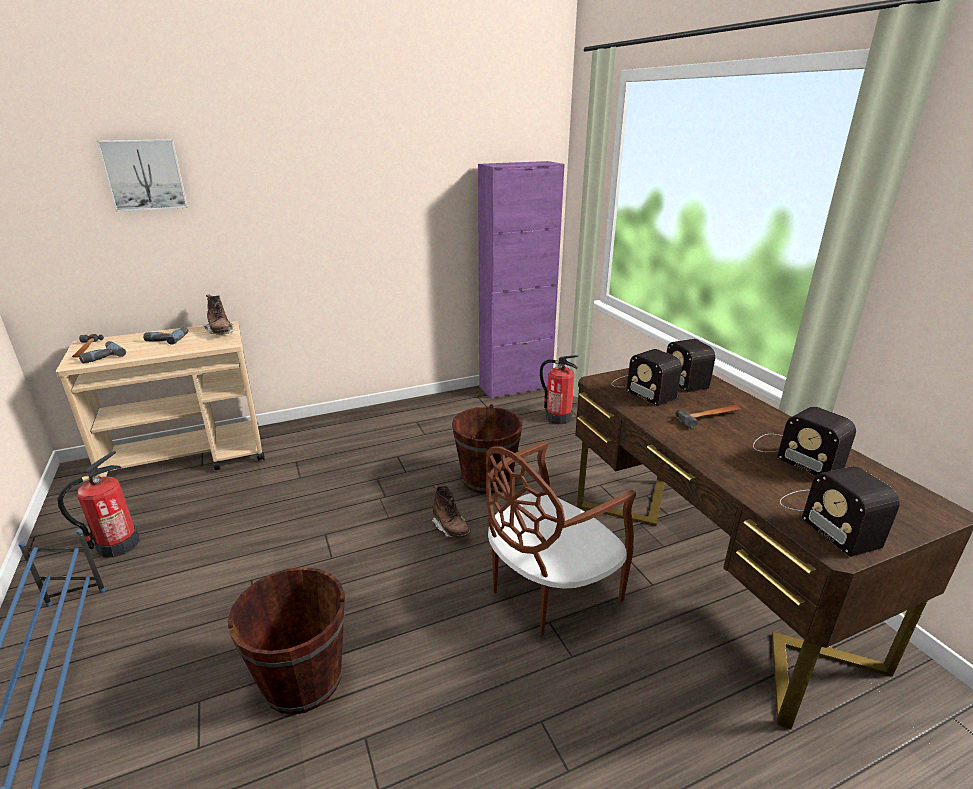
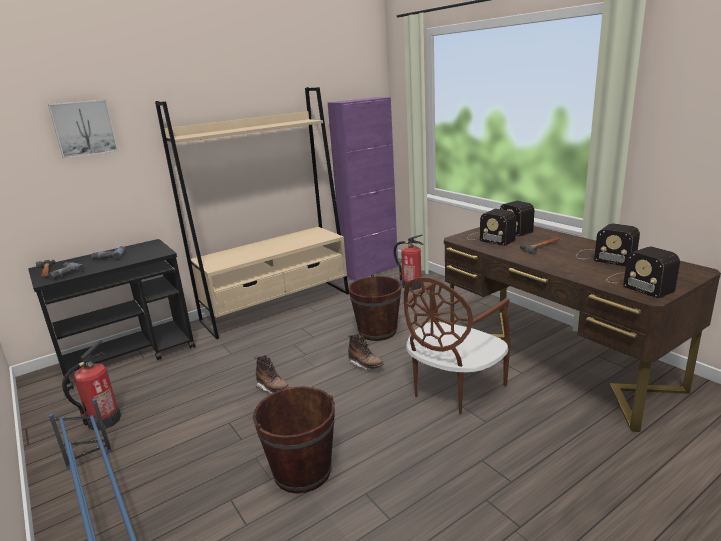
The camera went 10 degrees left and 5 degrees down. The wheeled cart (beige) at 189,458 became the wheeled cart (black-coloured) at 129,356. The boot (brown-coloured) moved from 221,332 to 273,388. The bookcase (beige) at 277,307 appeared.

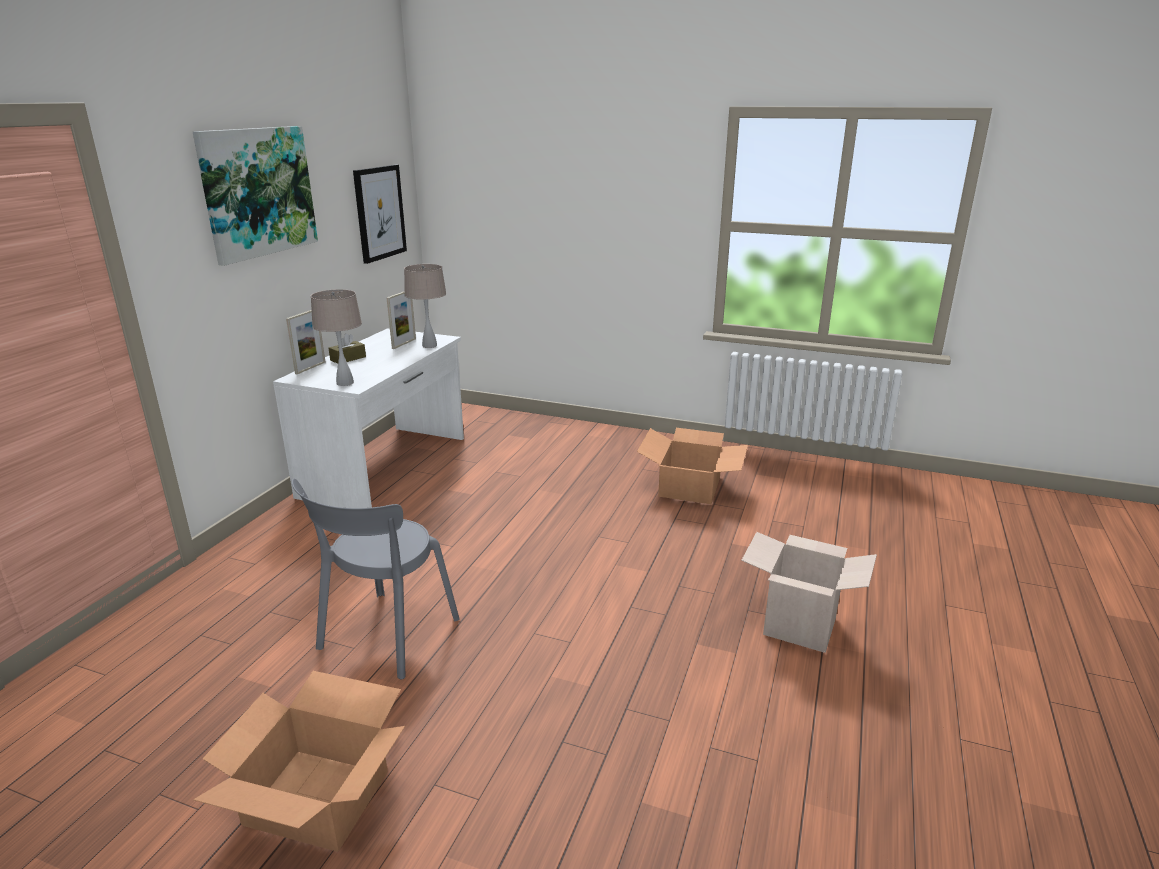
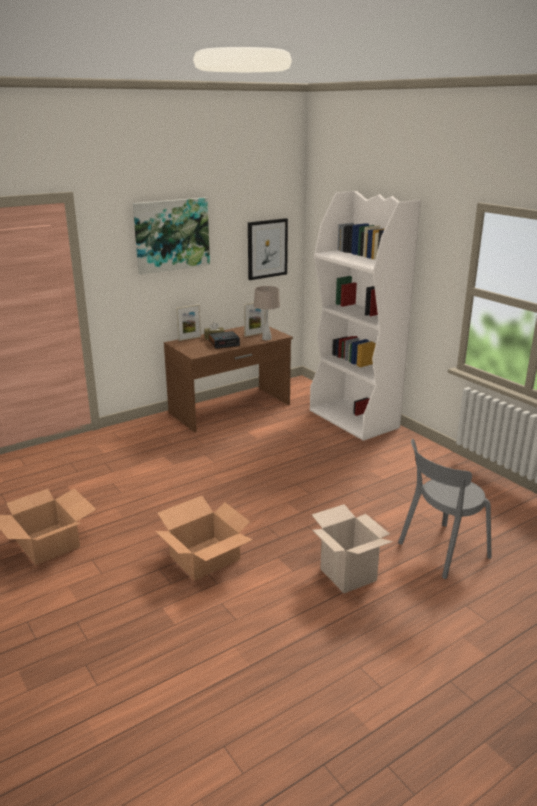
The camera went 35 degrees right and 0 degrees up. The desk table (white-coloured) at 387,466 became the desk table (brown-coloured) at 230,408. The upright chair (greyish) moved from 385,637 to 440,551. The tabletop lamp (beige) at 345,383 disappeared. The carton moved from 690,487 to 205,558. The alarm clock at 224,343 appeared. The bookcase (white-coloured) at 354,419 appeared.

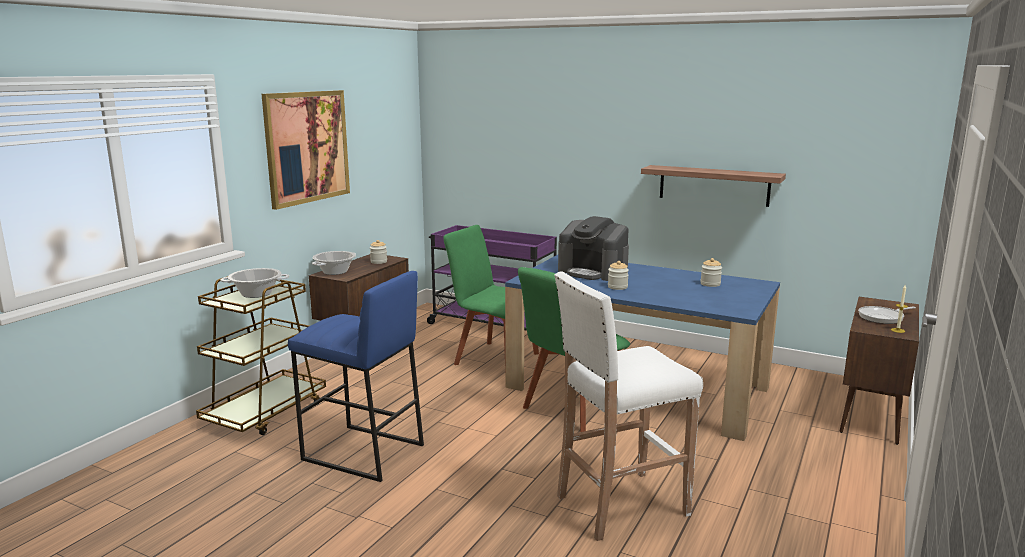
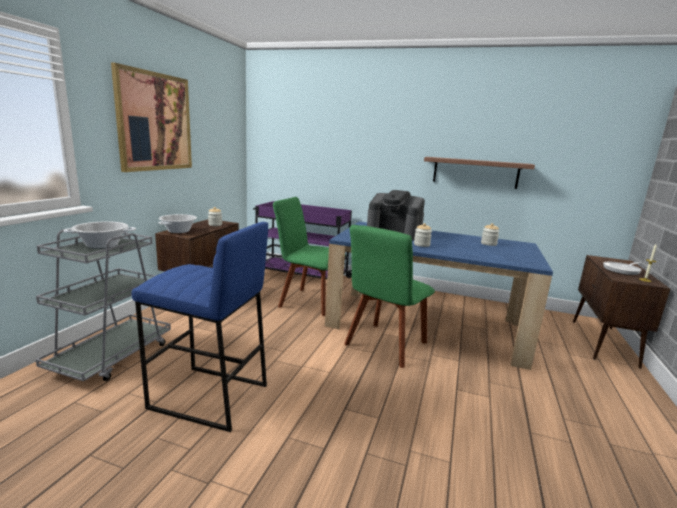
The camera went 10 degrees left and 0 degrees up. The wheeled cart (brown-coloured) at 266,413 became the wheeled cart (greyish) at 112,356. The sitting stool (white-coloured) at 619,506 disappeared.

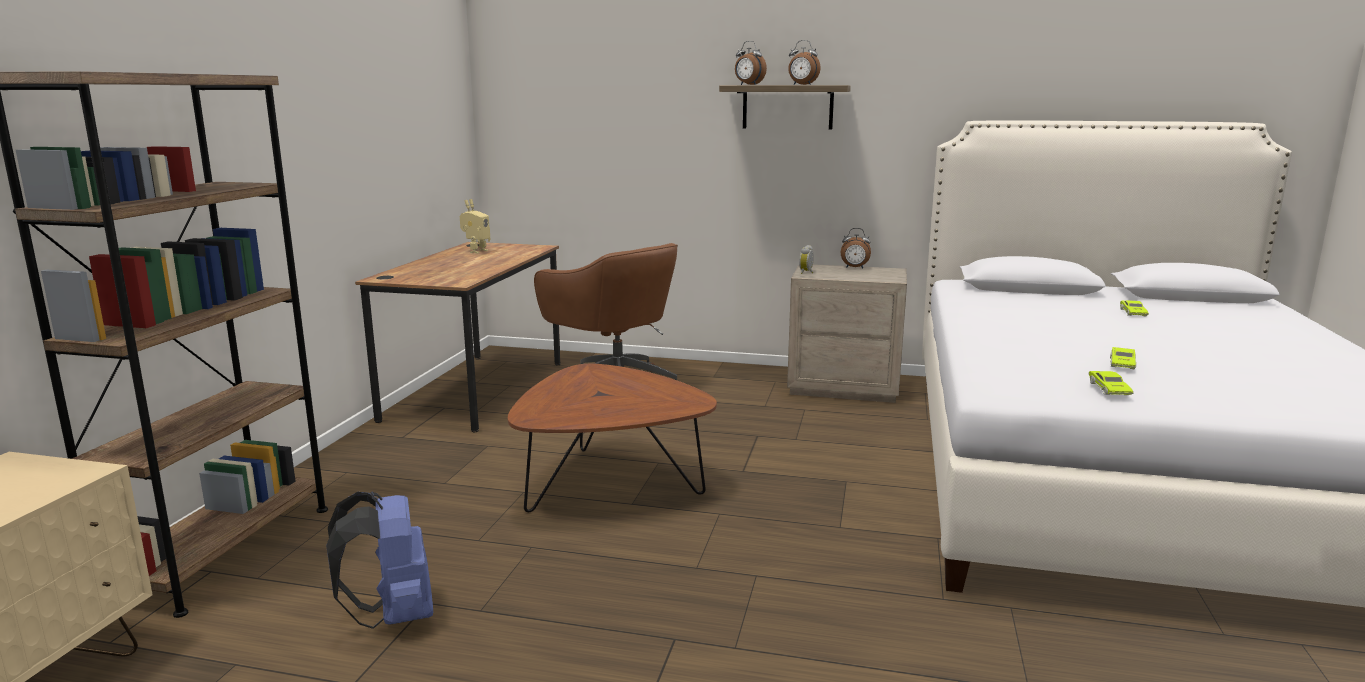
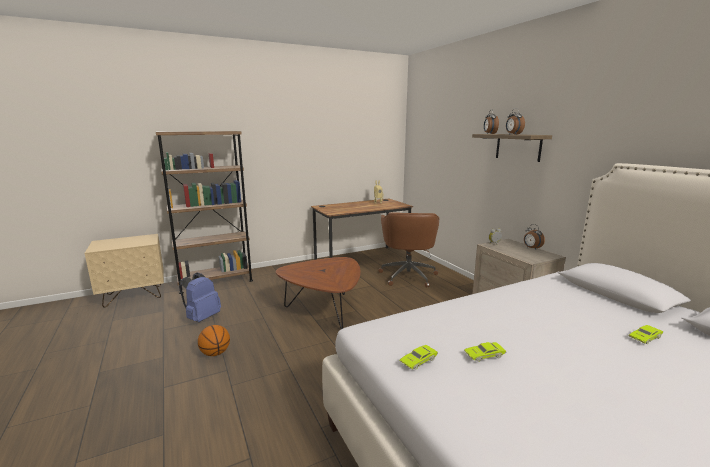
The camera went 50 degrees right and 0 degrees up. The ball for basketball at 215,353 appeared.

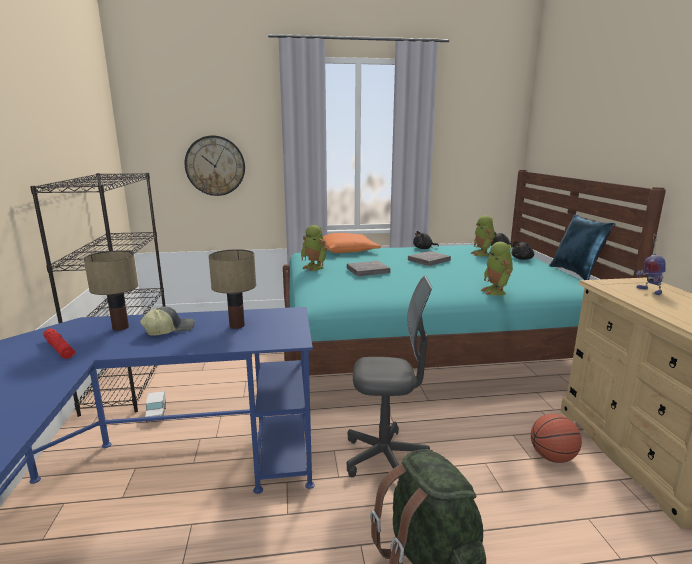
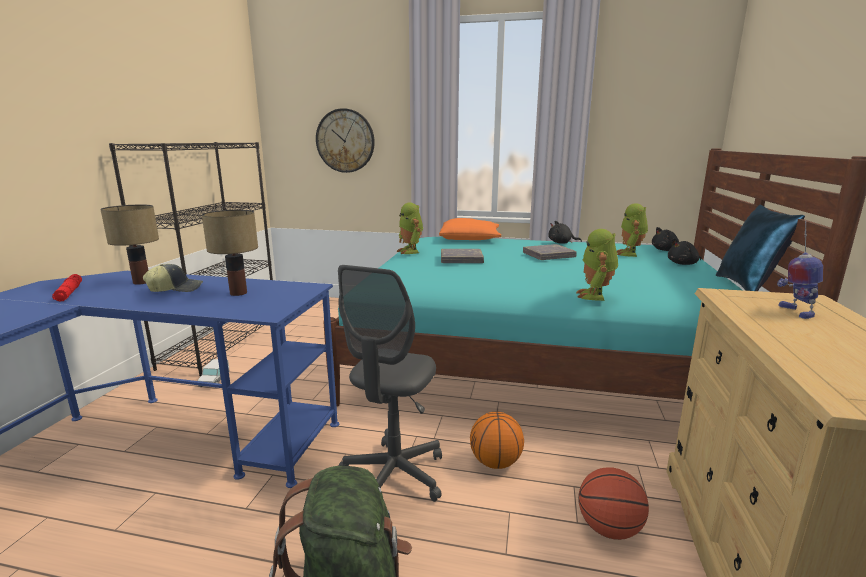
The camera went 20 degrees right and 0 degrees up. The desk chair (greyish) at 386,458 turned 90 degrees clockwise. The ball for basketball at 495,462 appeared.

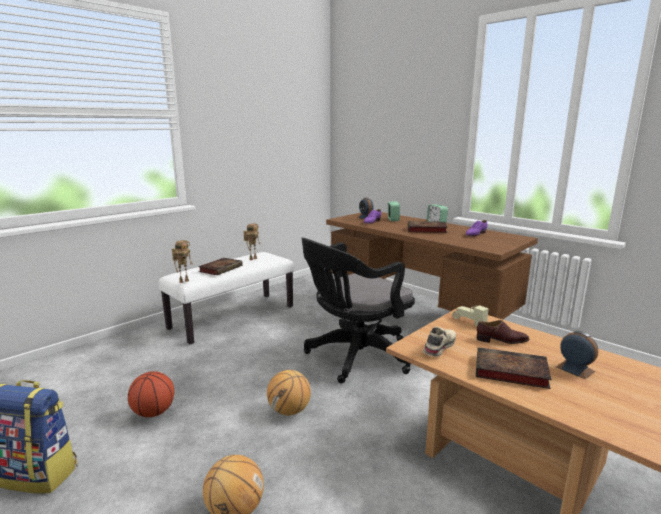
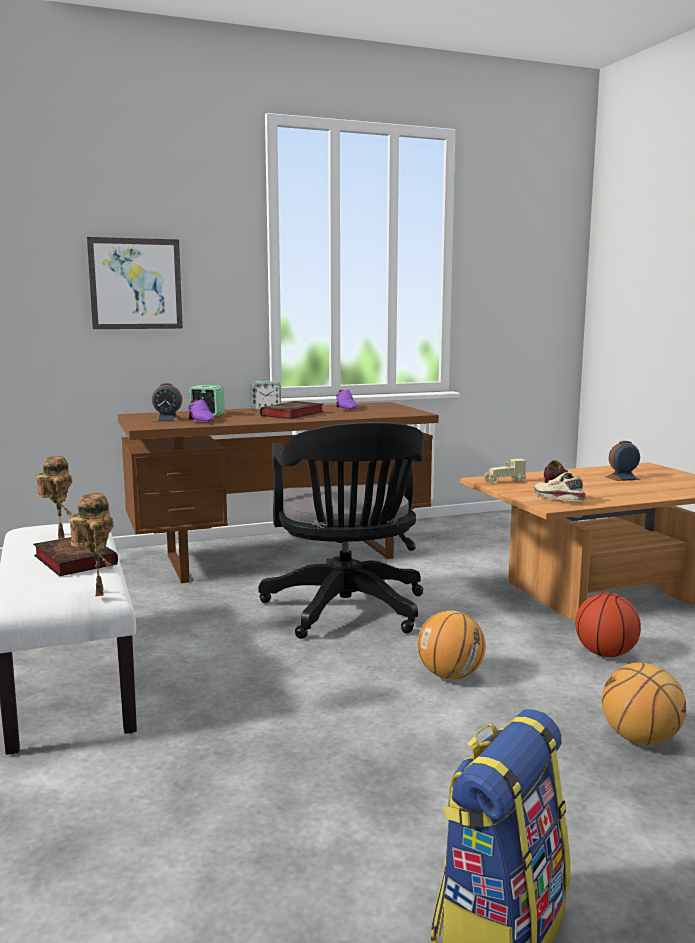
The camera went 65 degrees left and 5 degrees down. The ball for basketball moved from 154,413 to 605,654. The bound book at 508,371 disappeared. The wall art at 136,284 appeared.

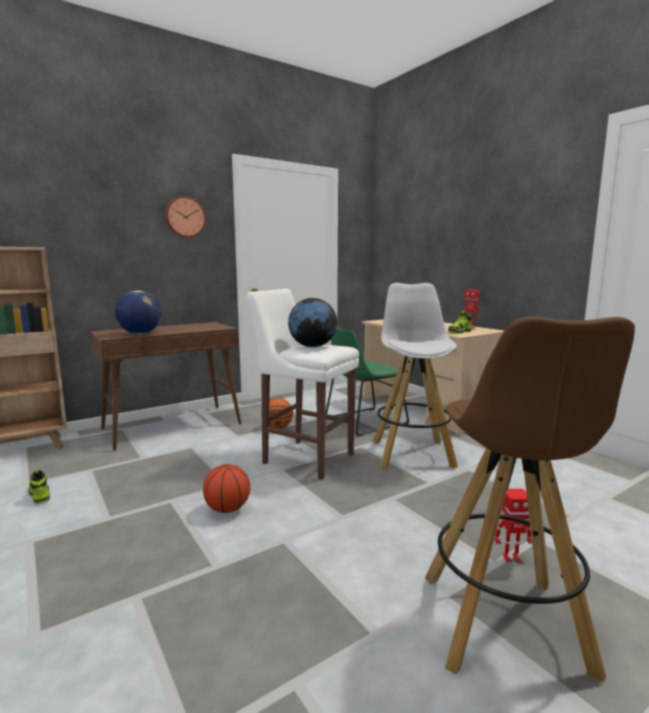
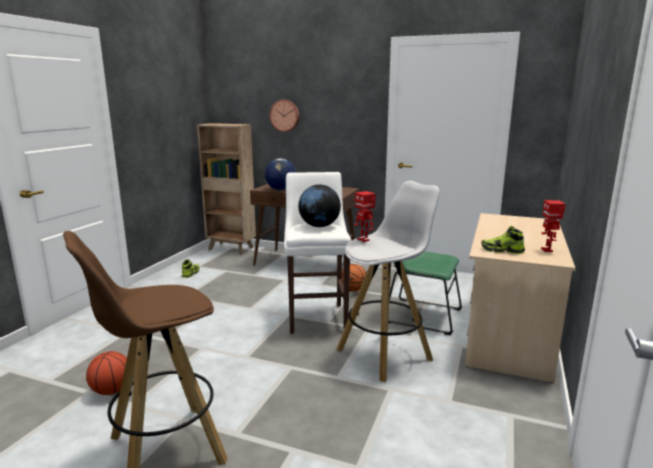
The camera went 55 degrees right and 5 degrees up. The clock on the wall moved from 185,217 to 285,115. The ball for basketball moved from 227,509 to 112,390. The toy robot moved from 511,557 to 363,240.

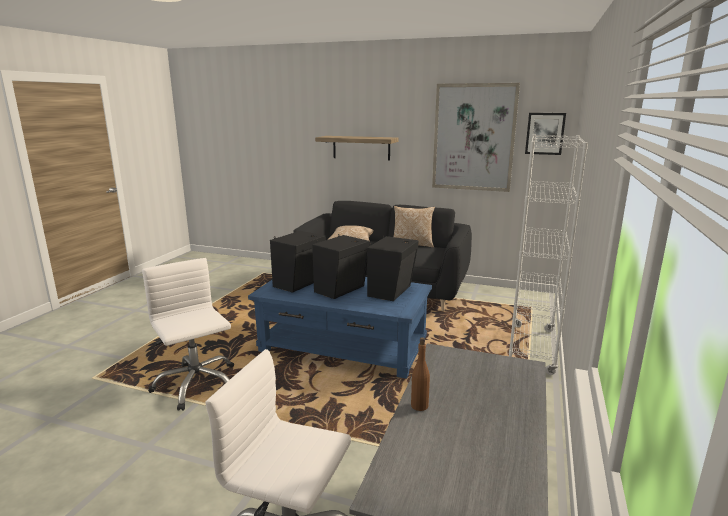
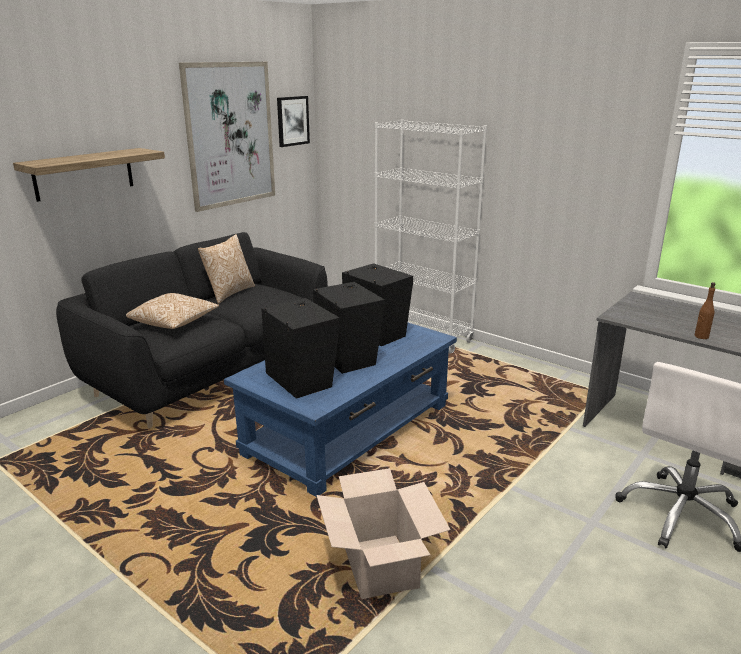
The camera went 70 degrees left and 5 degrees up. The desk chair (white-coloured) at 196,384 was replaced by the carton at 379,566.

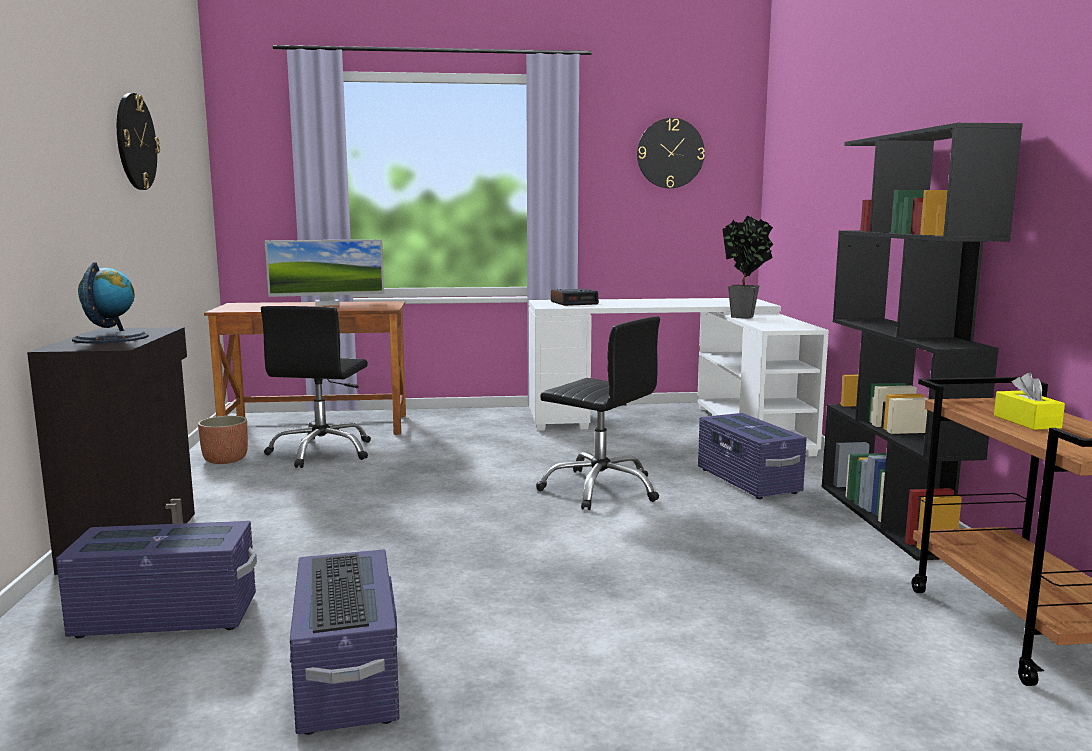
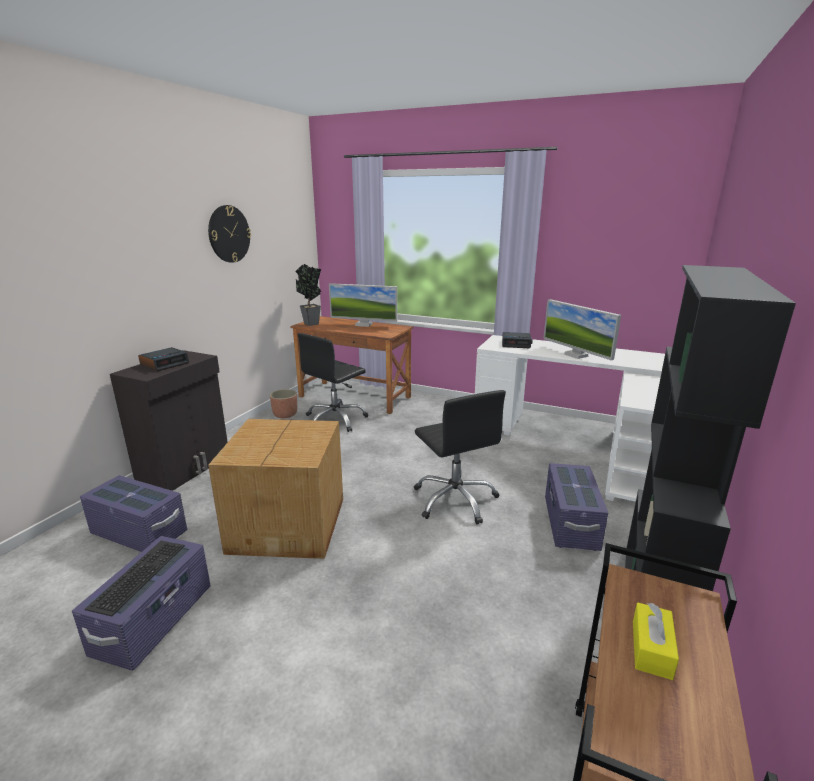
The camera went 30 degrees right and 10 degrees up. The world globe at 110,338 was replaced by the alarm clock at 165,364. The clock on the wall at 670,153 disappeared. The houseplant moved from 745,317 to 311,324. The carton at 290,524 appeared. The monitor at 576,355 appeared.

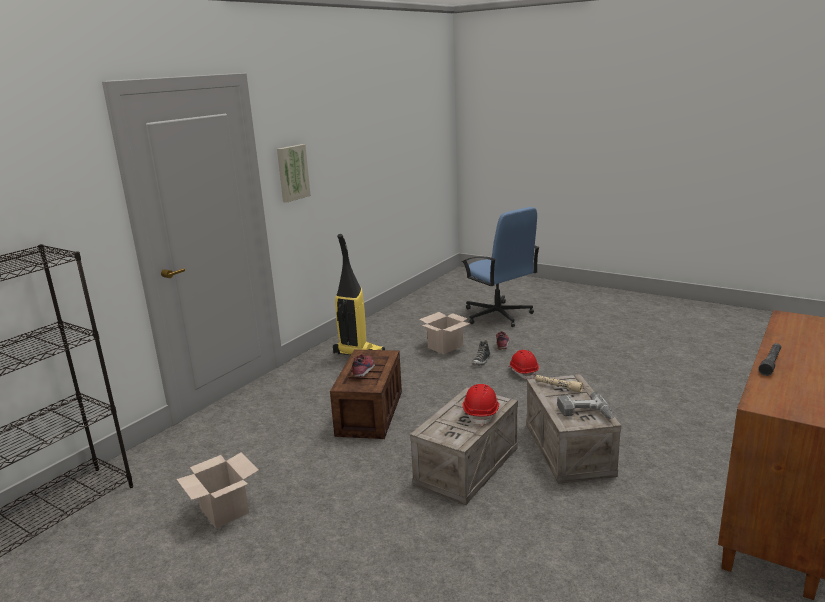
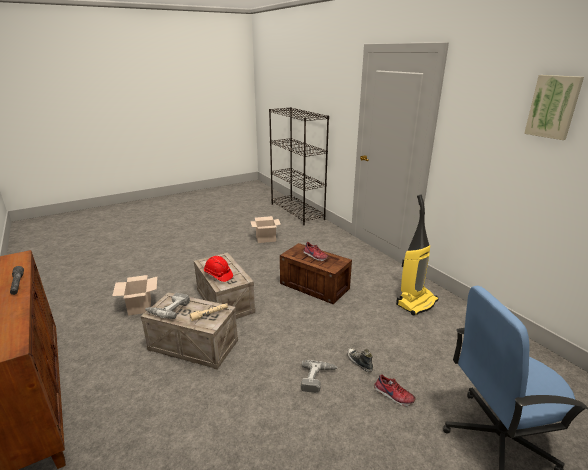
The camera went 115 degrees right and 5 degrees up. The wall art moved from 292,173 to 553,107. The carton moved from 445,347 to 139,306. The hard hat (red-coloured) at 523,372 was replaced by the power drill at 318,379.

